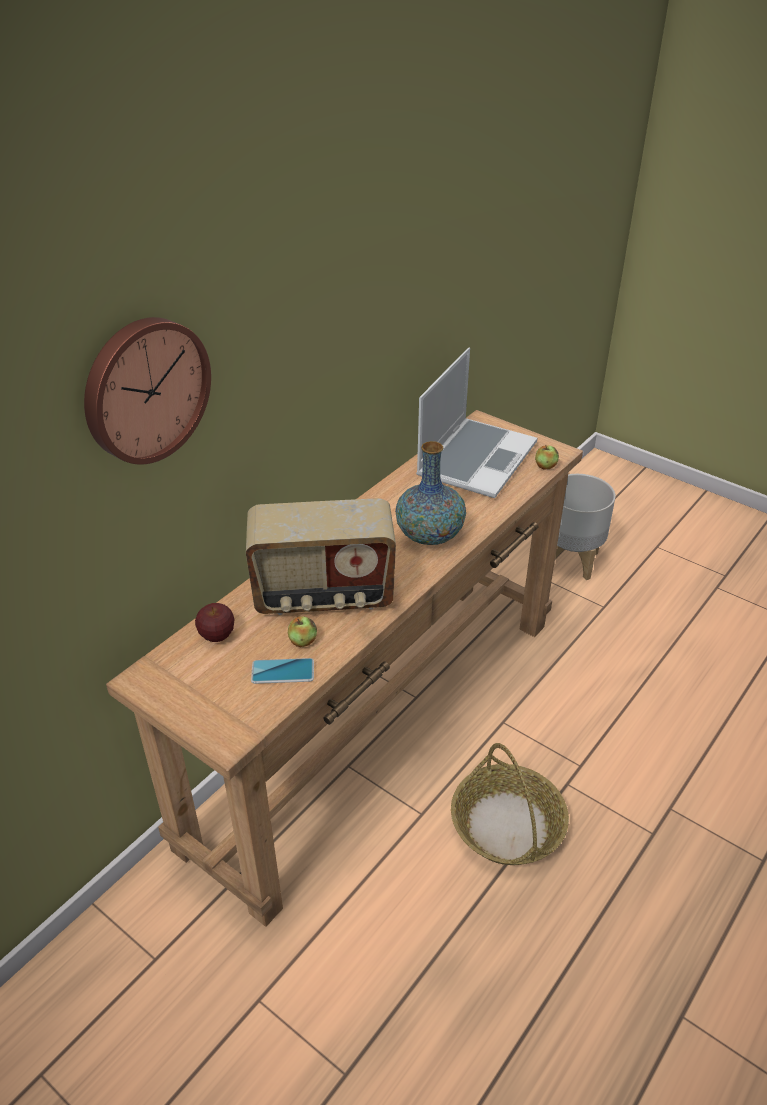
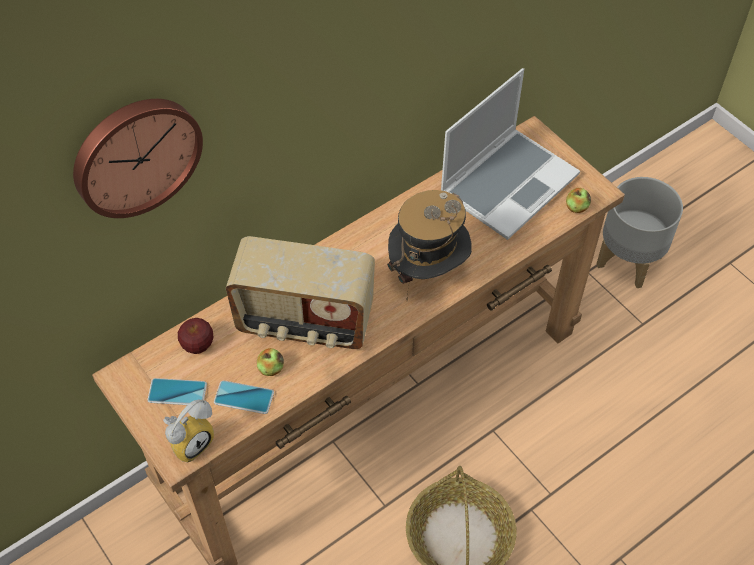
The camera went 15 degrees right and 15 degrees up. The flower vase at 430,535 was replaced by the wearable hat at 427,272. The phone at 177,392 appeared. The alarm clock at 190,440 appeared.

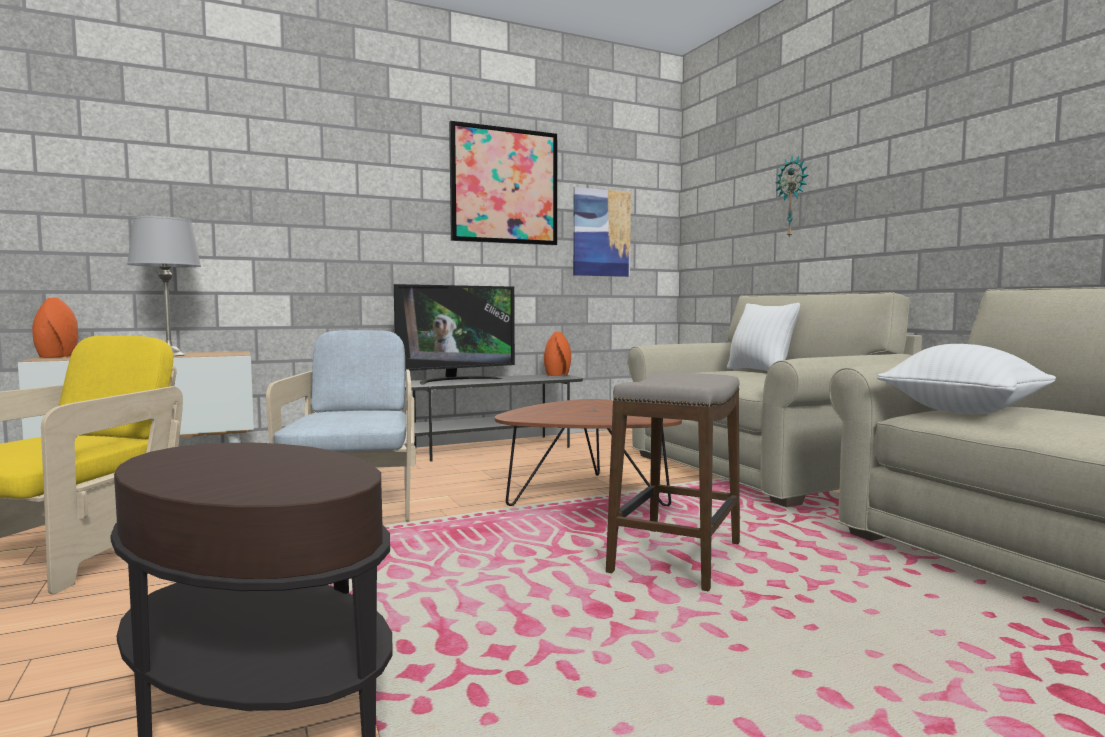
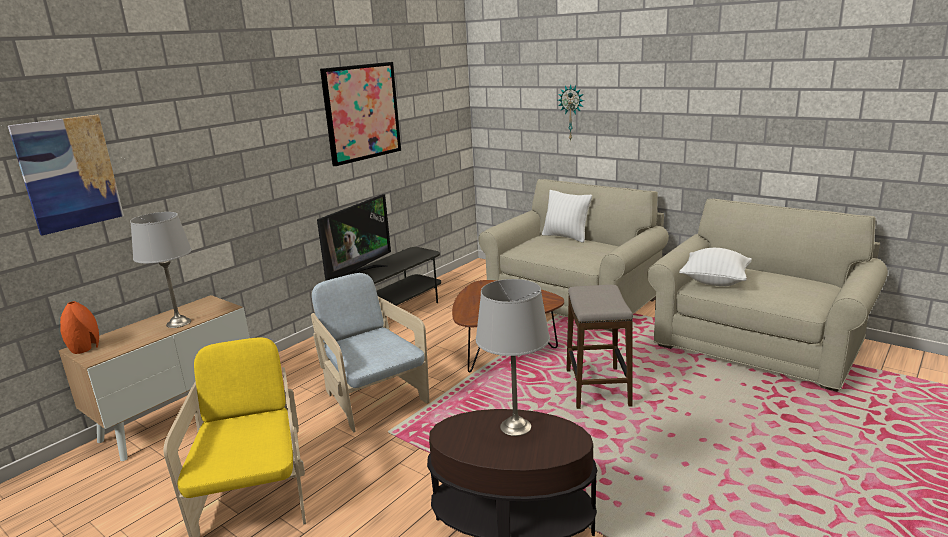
The camera went 25 degrees left and 15 degrees up. The flower vase (orange-coloured) at 558,375 disappeared. The wall art moved from 601,233 to 69,173. The tabletop lamp (greyish) at 516,427 appeared.

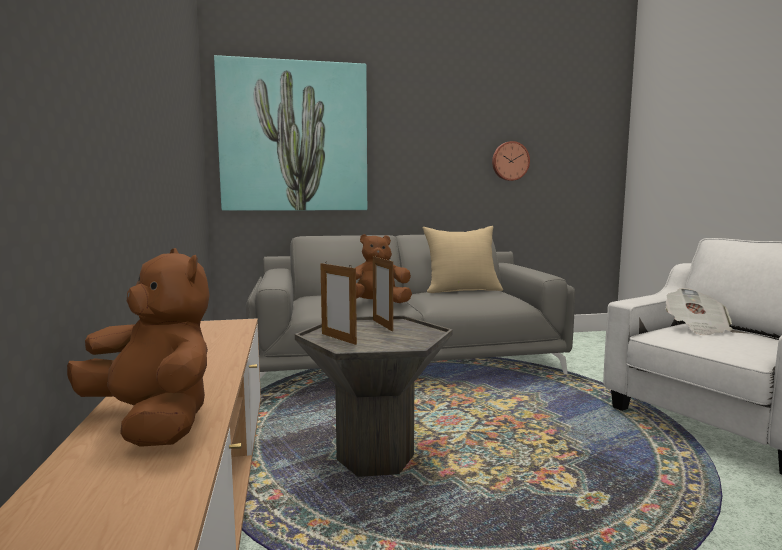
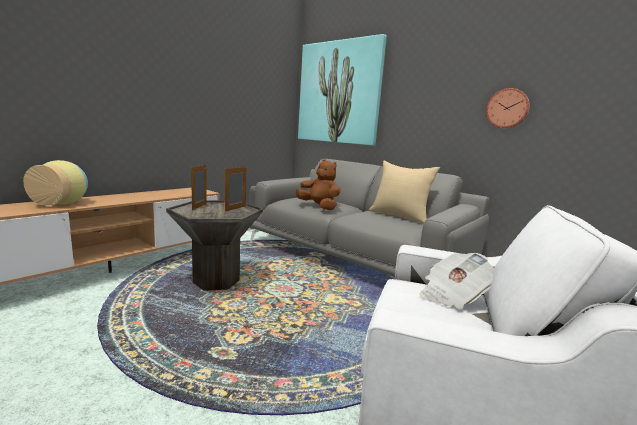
The camera went 50 degrees right and 5 degrees up. The plush toy (brown-coloured) at 154,421 was replaced by the flower vase at 63,203.

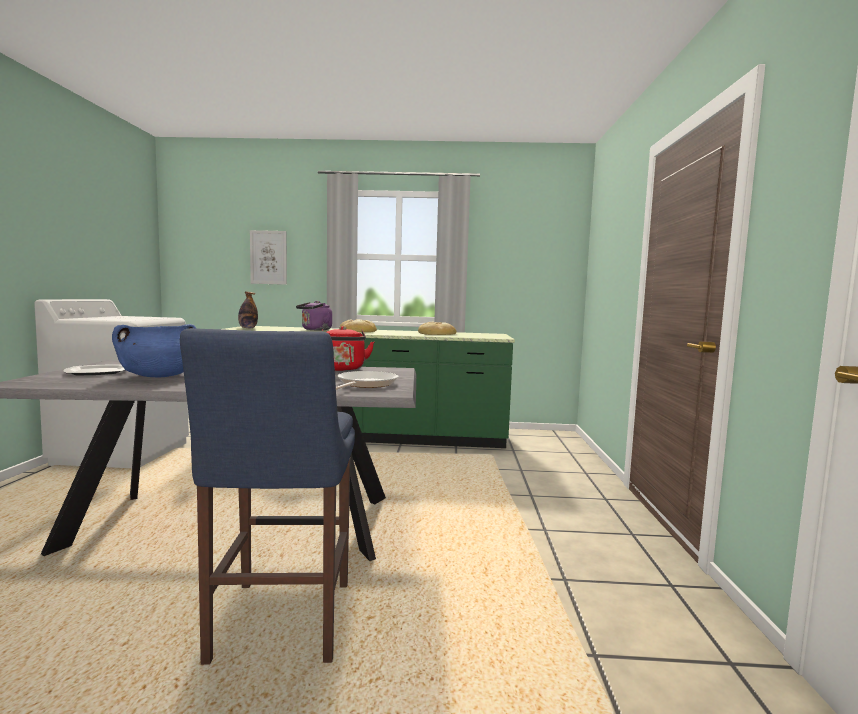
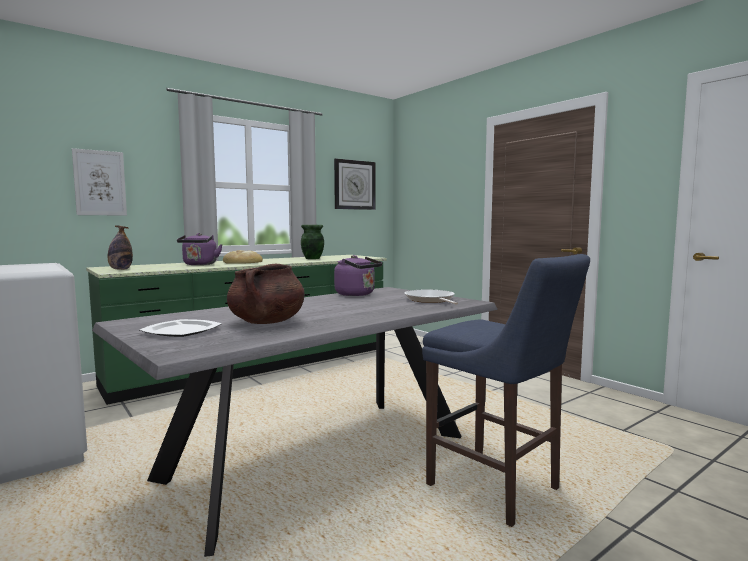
The camera went 40 degrees left and 0 degrees up. The cooking pot (blue) at 159,376 became the cooking pot (brown-coloured) at 267,322. The tea kettle (red-coloured) at 343,369 became the tea kettle (purplish) at 357,294. The bakery bread at 436,333 was replaced by the flower vase (green) at 312,258. The clock on the wall at 354,185 appeared.

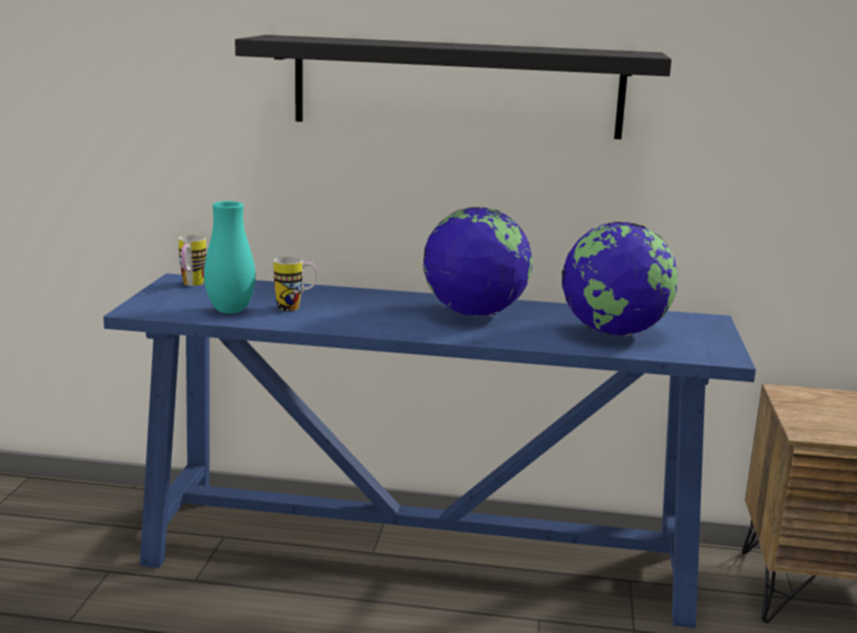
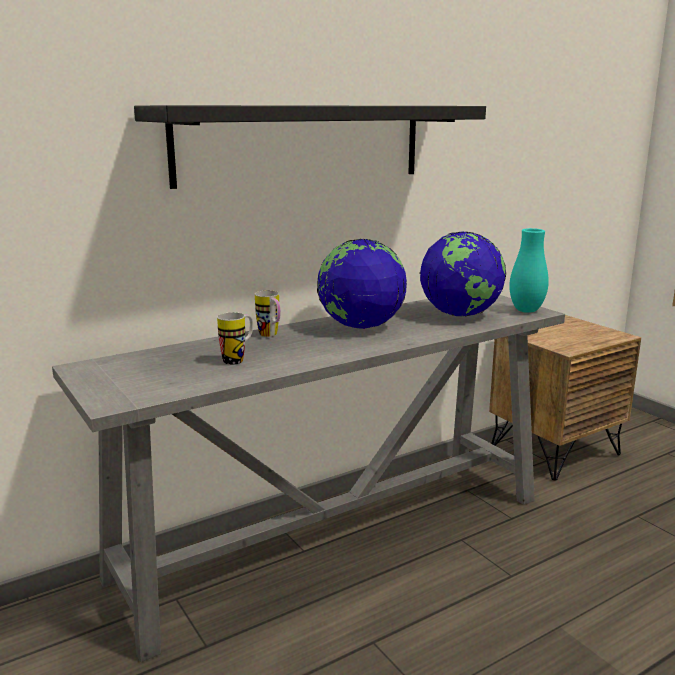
The camera went 40 degrees left and 0 degrees up. The narrow table (blue) at 422,557 became the narrow table (greyish) at 339,536. The mug moved from 191,285 to 271,335. The flower vase (blue-green) moved from 230,311 to 526,310.

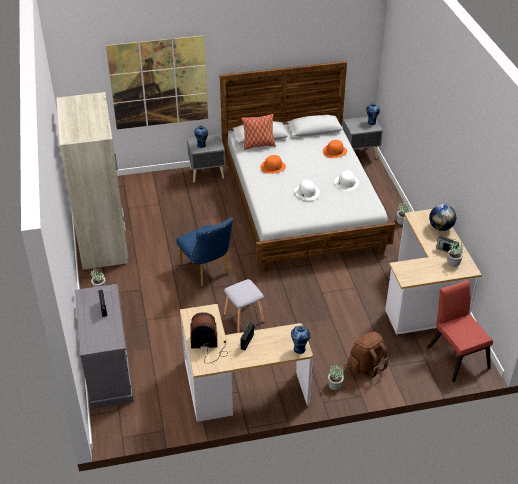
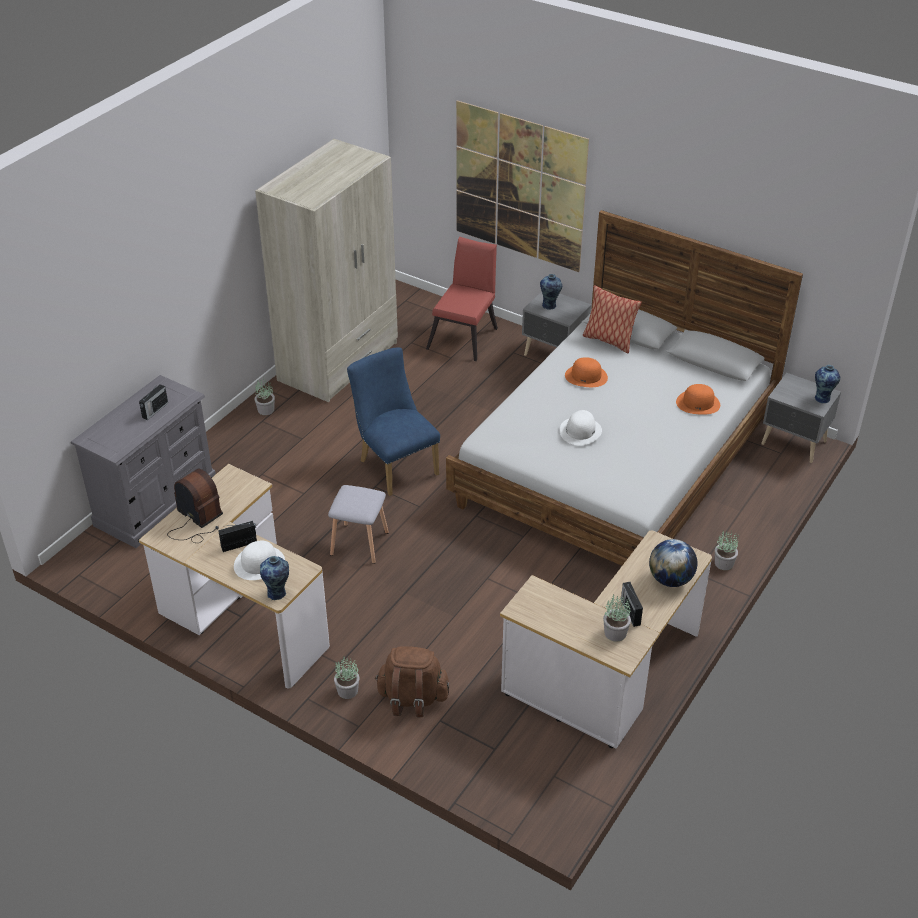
The camera went 45 degrees right and 0 degrees up. The upright chair (blue) at 207,271 turned 135 degrees clockwise. The wearable hat (white-coloured) moved from 346,183 to 259,563. The upright chair (red-coloured) moved from 456,354 to 465,336.

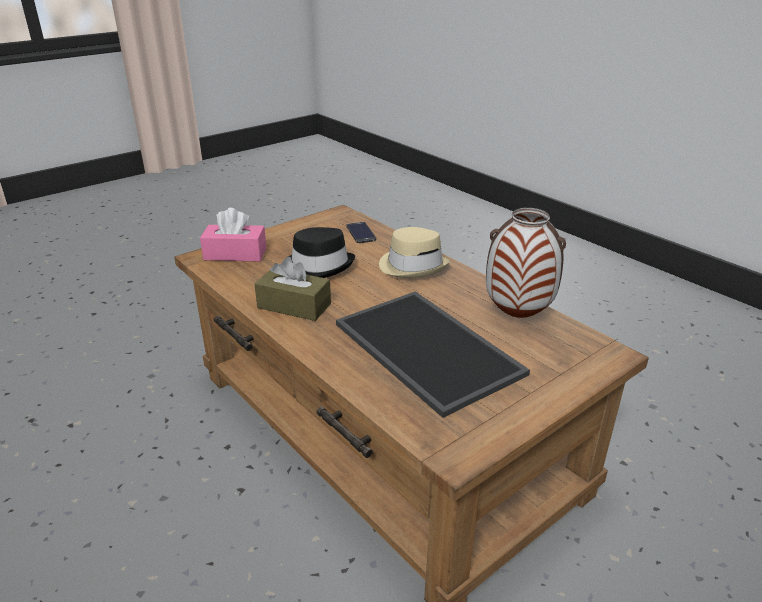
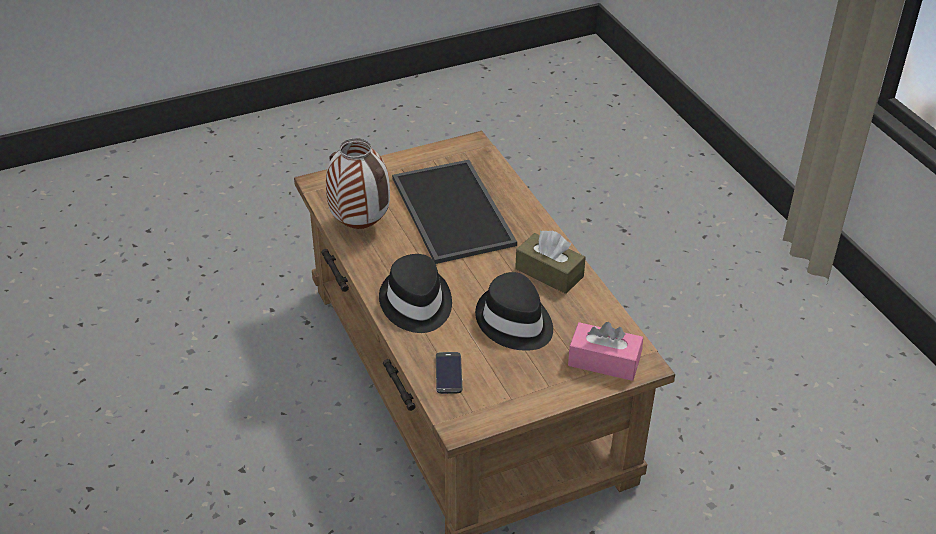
The camera went 165 degrees left and 10 degrees up. The wearable hat (beige) at 413,266 became the wearable hat (black-coloured) at 415,303.

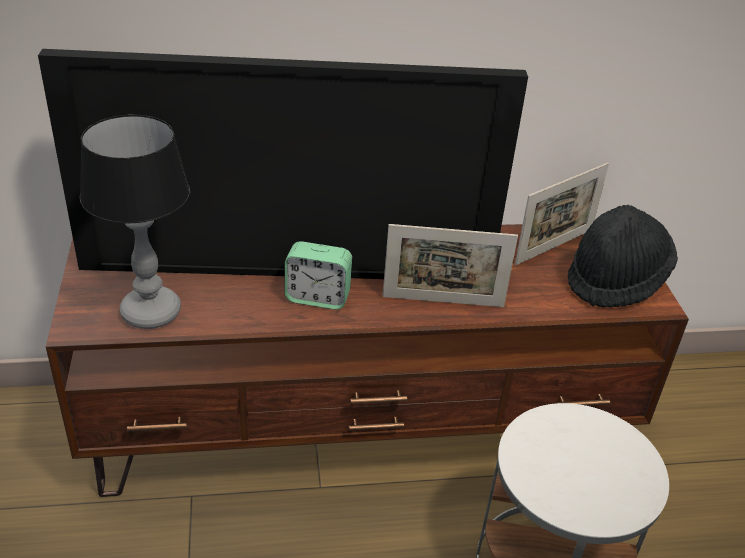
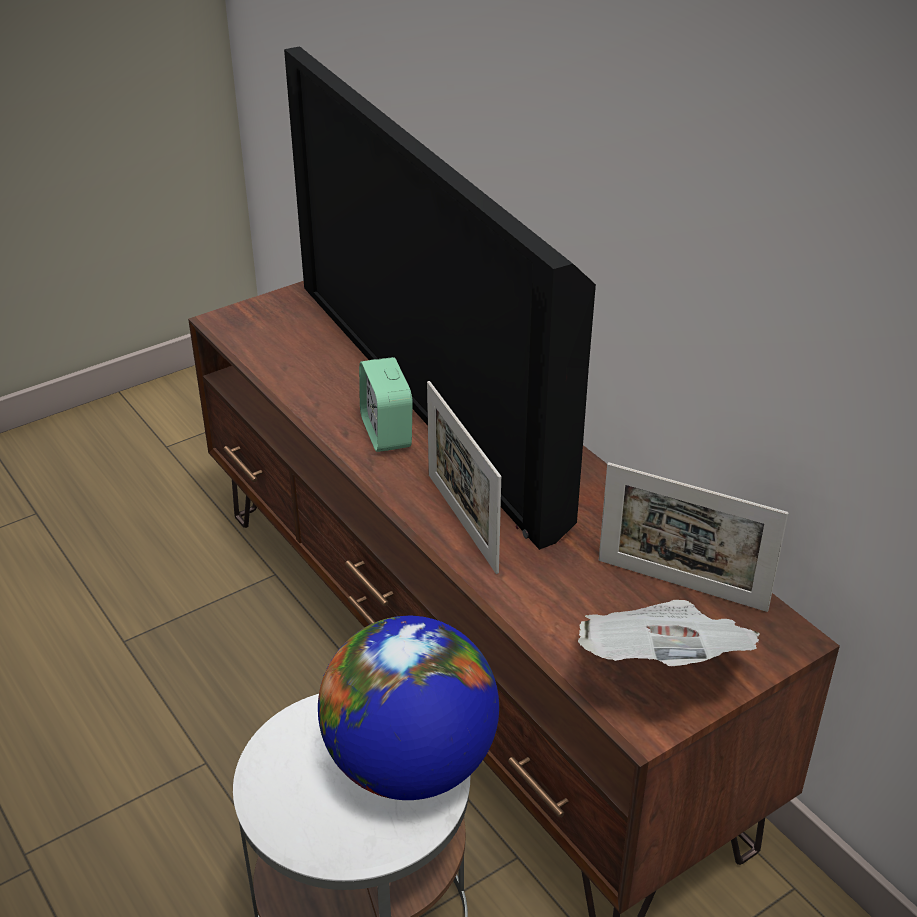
The camera went 65 degrees right and 0 degrees up. The tabletop lamp at 150,313 disappeared. The wearable hat (black-coloured) at 616,280 was replaced by the daily paper at 661,666. The world globe at 410,764 appeared.

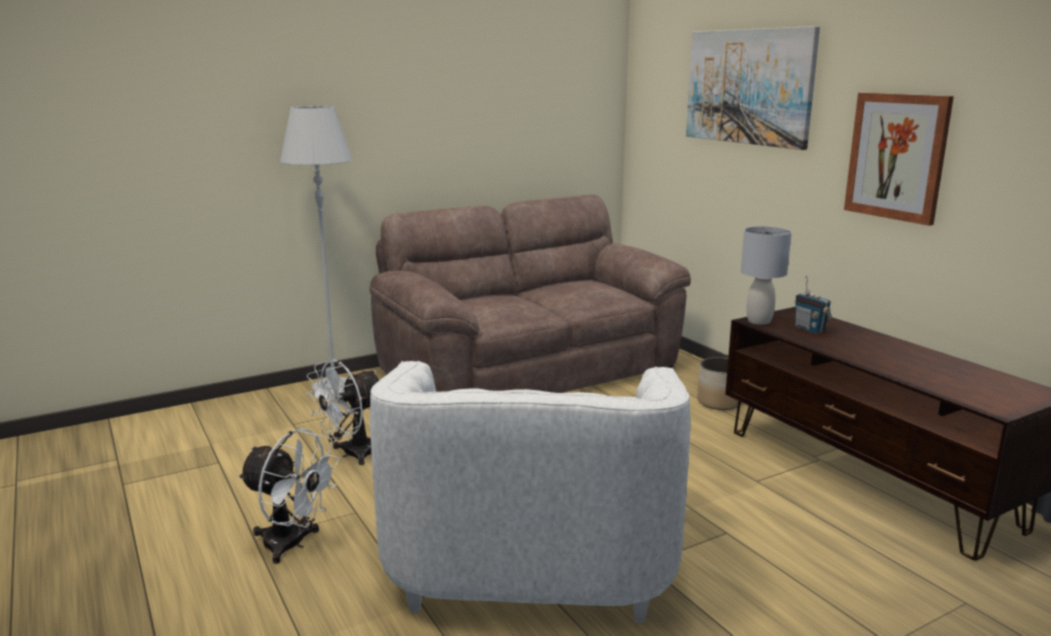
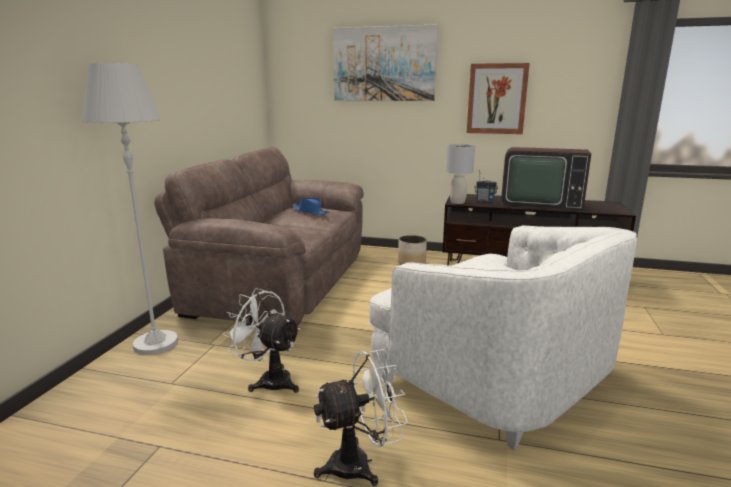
The camera went 45 degrees left and 0 degrees up. The fan (white-coloured) at 351,454 turned 120 degrees clockwise. The wearable hat (blue) at 310,212 appeared. The TV at 539,203 appeared.

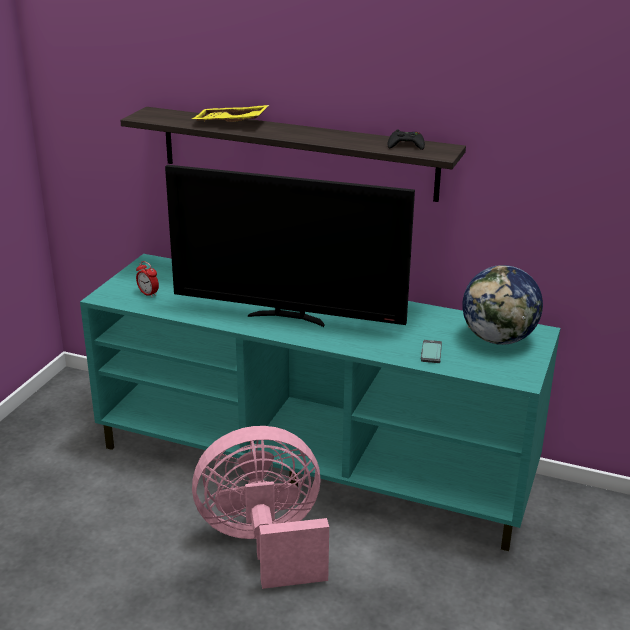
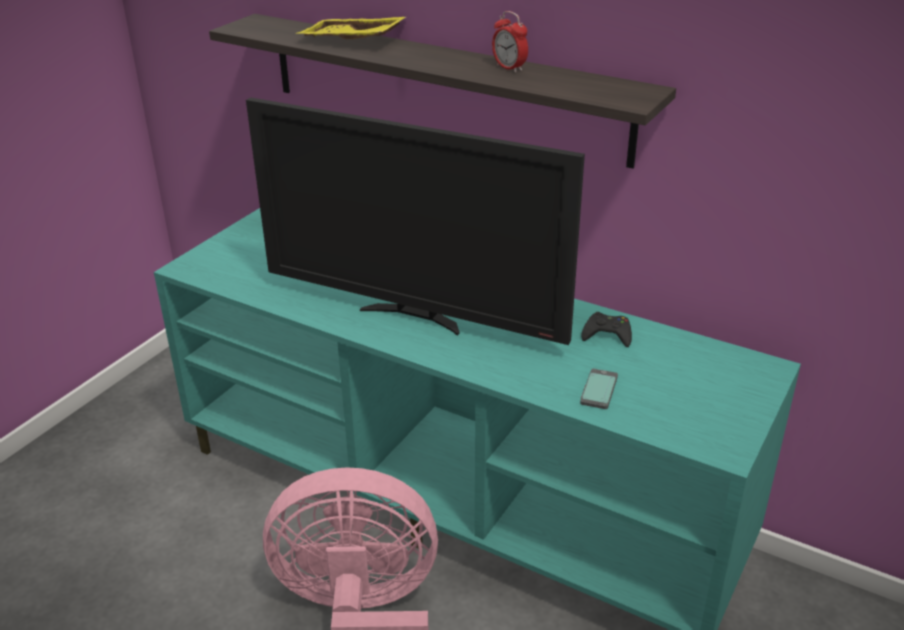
The camera went 10 degrees right and 5 degrees up. The alarm clock moved from 148,294 to 509,68. The gamepad (black-coloured) moved from 406,145 to 607,334. The world globe at 498,339 disappeared.

